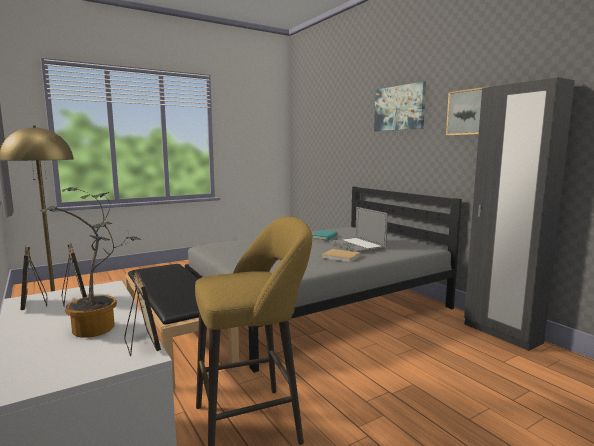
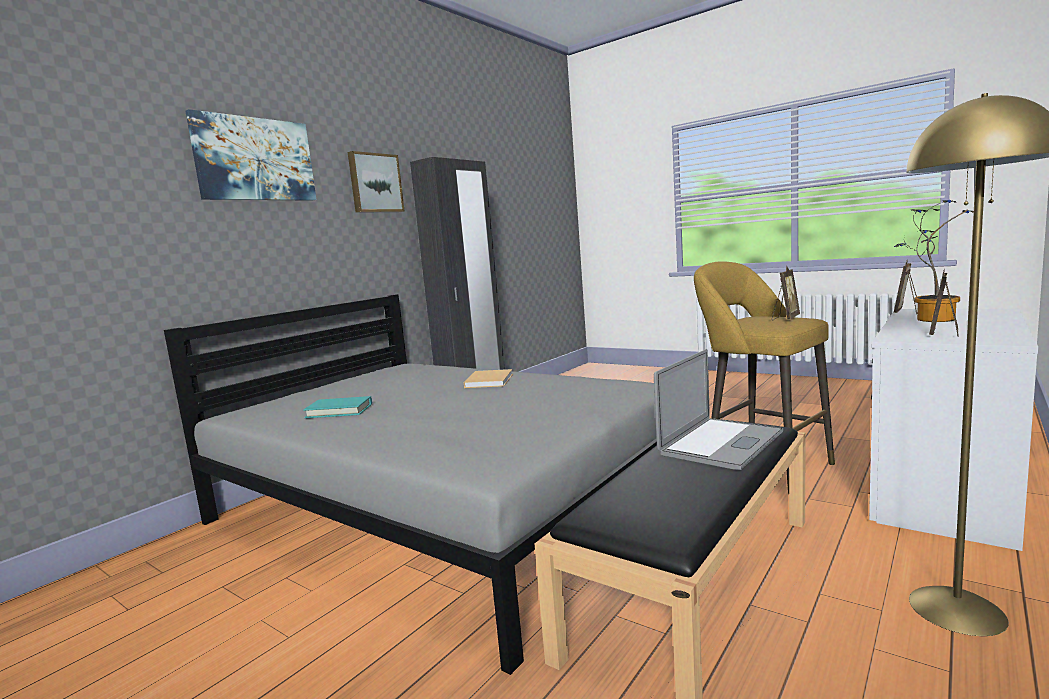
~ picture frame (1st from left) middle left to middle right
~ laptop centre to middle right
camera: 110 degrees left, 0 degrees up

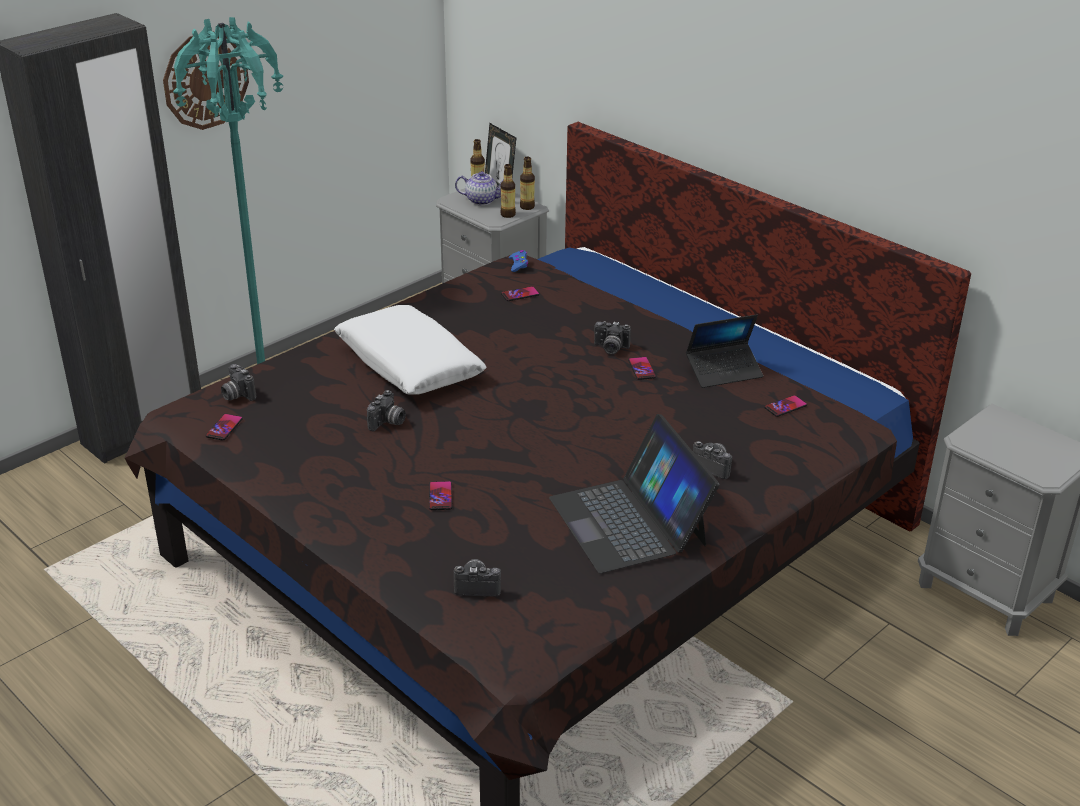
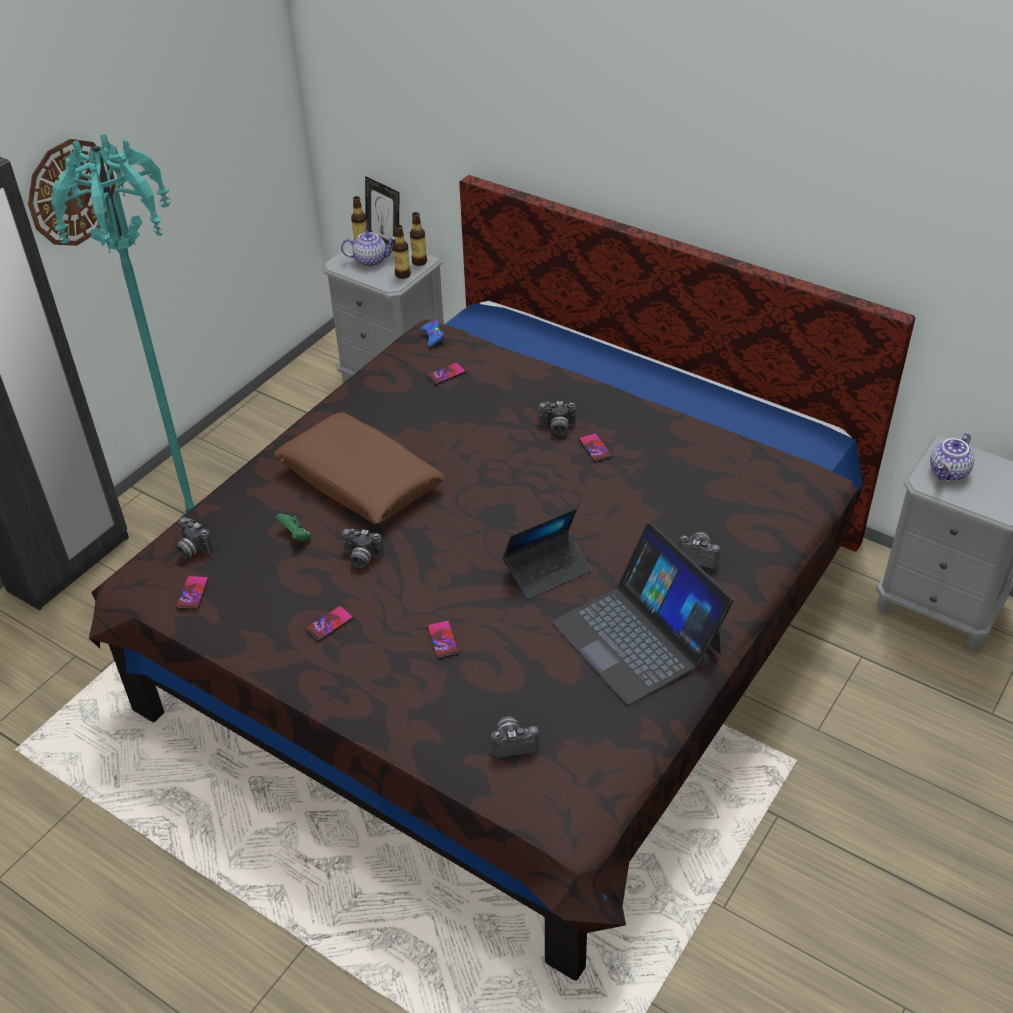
+ game controller (green) middle left
+ teapot (2nd from left) middle right
~ laptop (2nd from left in the first image) middle right to laptop (1st from left) centre
~ phone (5th from left in the first image) middle right to phone (2nd from left) middle left
~ pillow (white) centre to pillow (brown) centre
~ photo camera (2nd from left) centre = centre 90 degrees clockwise
camera: 10 degrees left, 10 degrees up

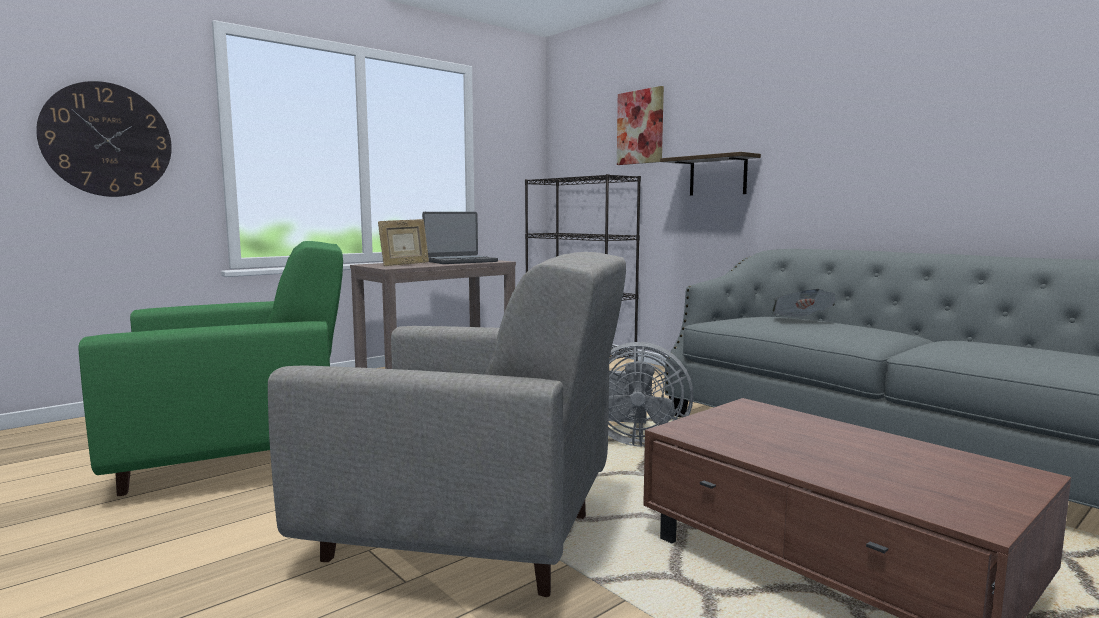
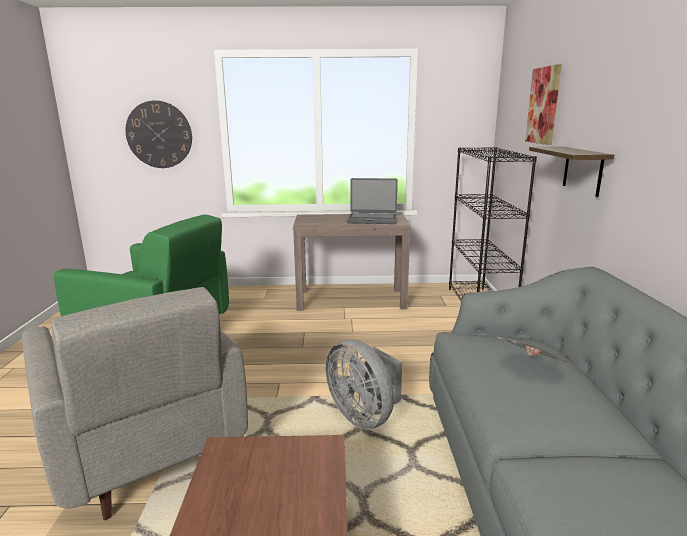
- picture frame centre
camera: 40 degrees right, 10 degrees up

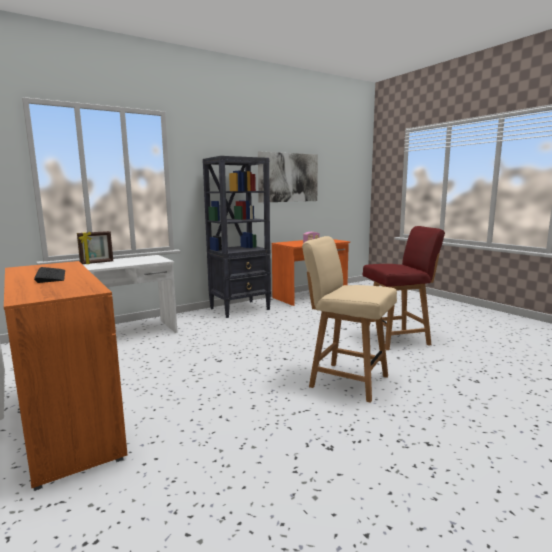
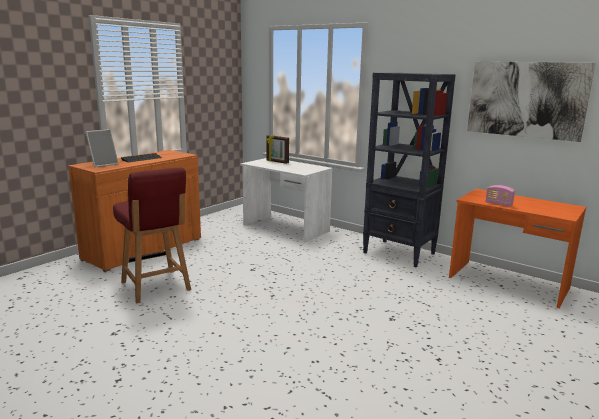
- chair (beige) centre
+ picture frame (1st from left) middle left
~ chair (red) middle right to middle left
camera: 70 degrees right, 5 degrees up

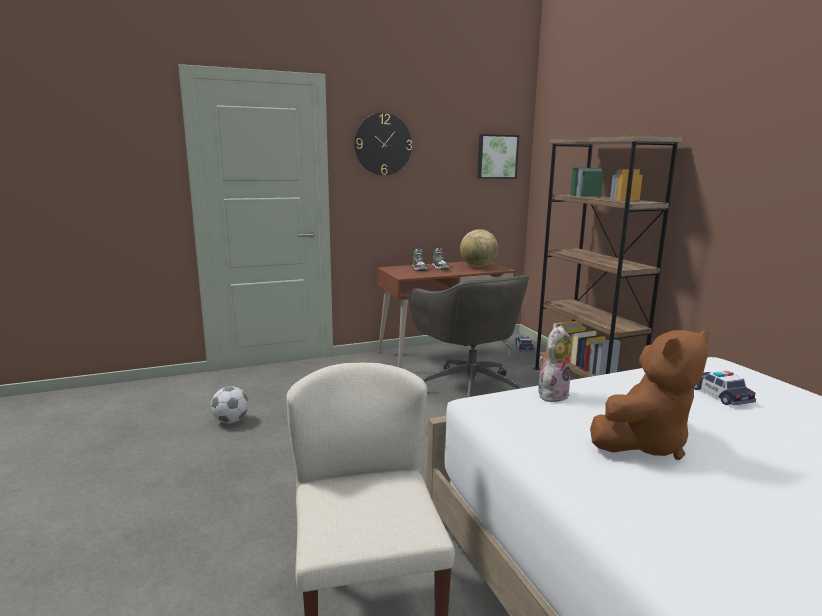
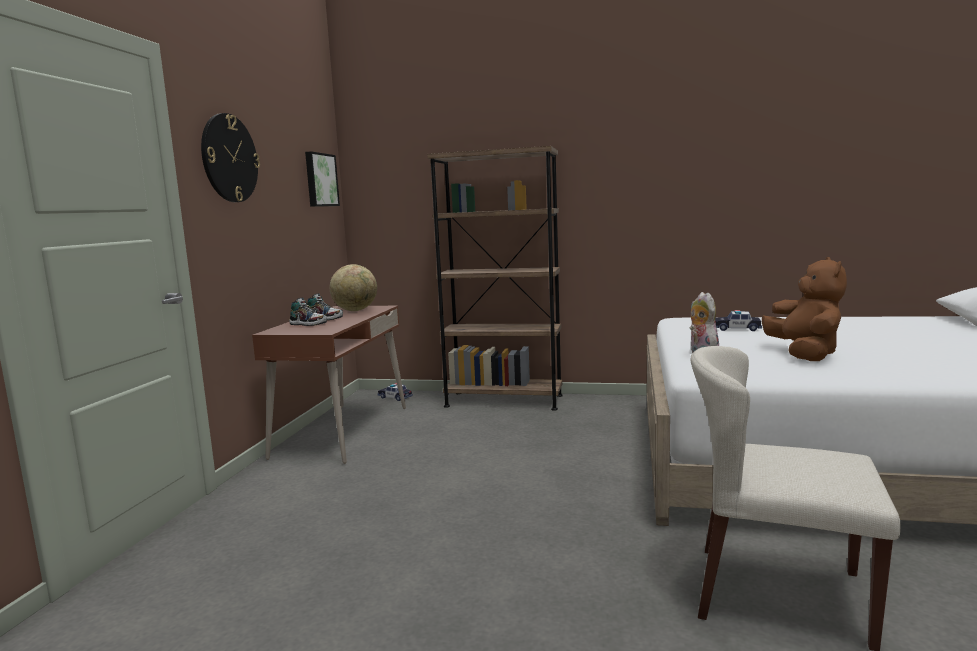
- football middle left
- office chair (grey) centre
camera: 55 degrees left, 5 degrees down

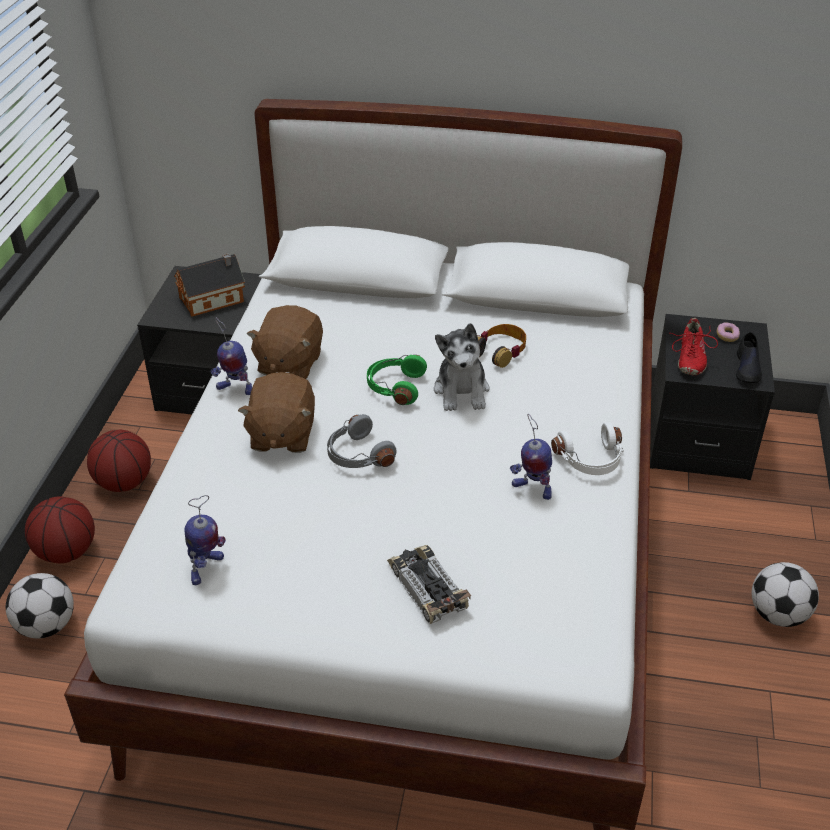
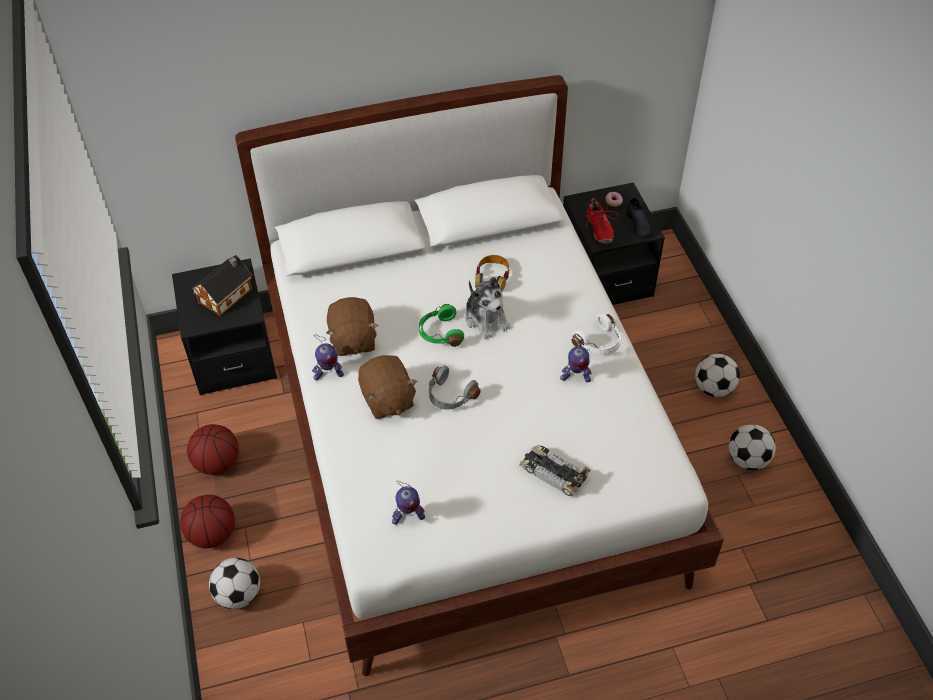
+ football (3rd from left) middle right
~ toy robot (1st from left in the first image) middle left = bottom centre 75 degrees clockwise
camera: 25 degrees left, 10 degrees up

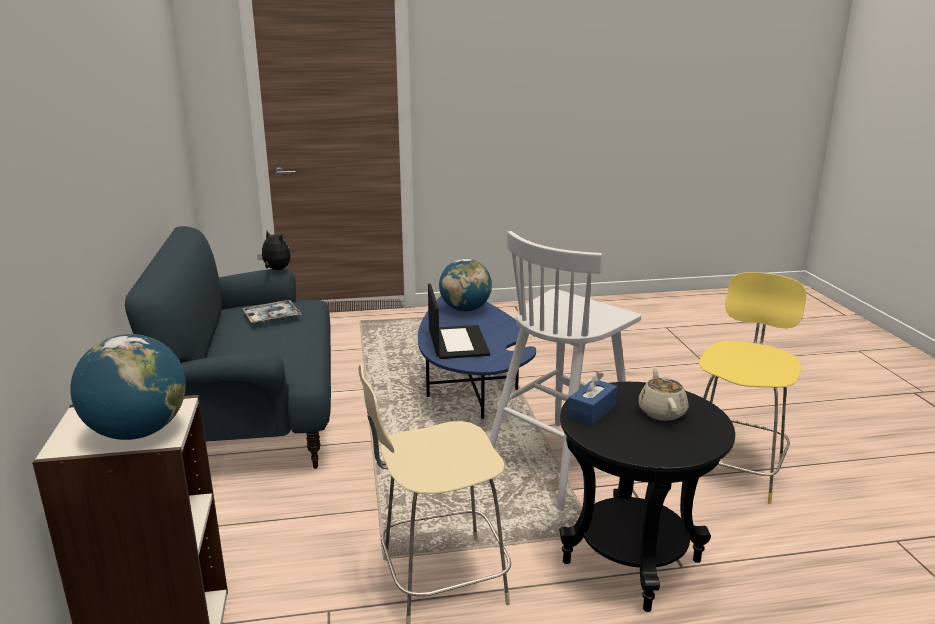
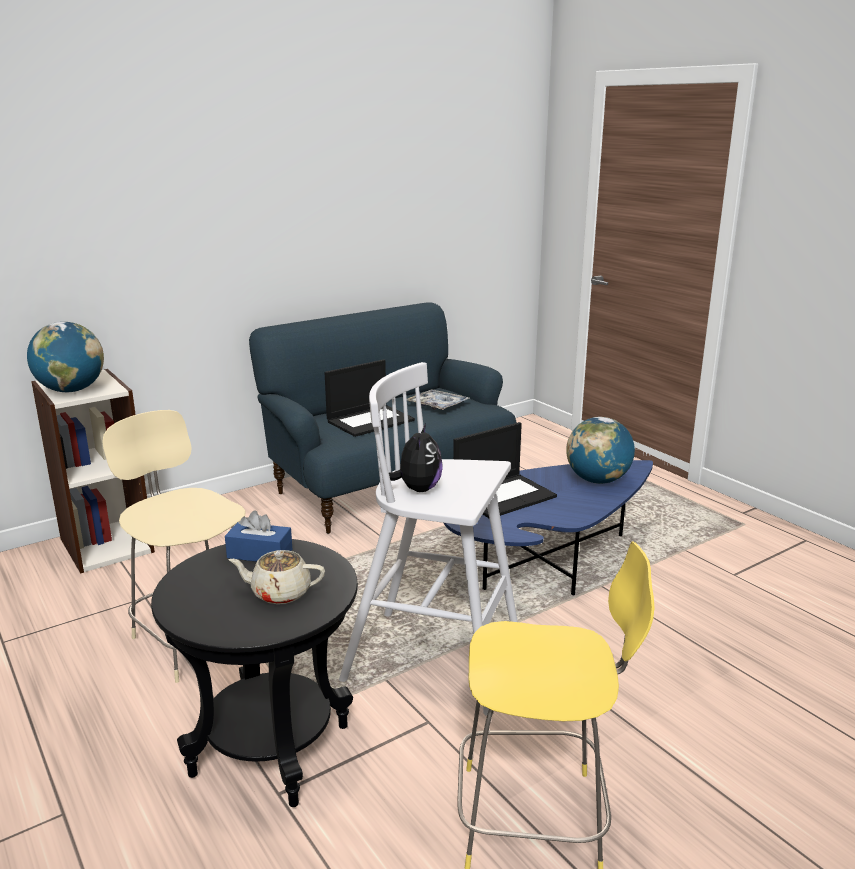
+ laptop (1st from left) centre
~ plush toy middle left to centre
~ teapot (beige) middle right = middle left 150 degrees counterclockwise
camera: 65 degrees right, 0 degrees up

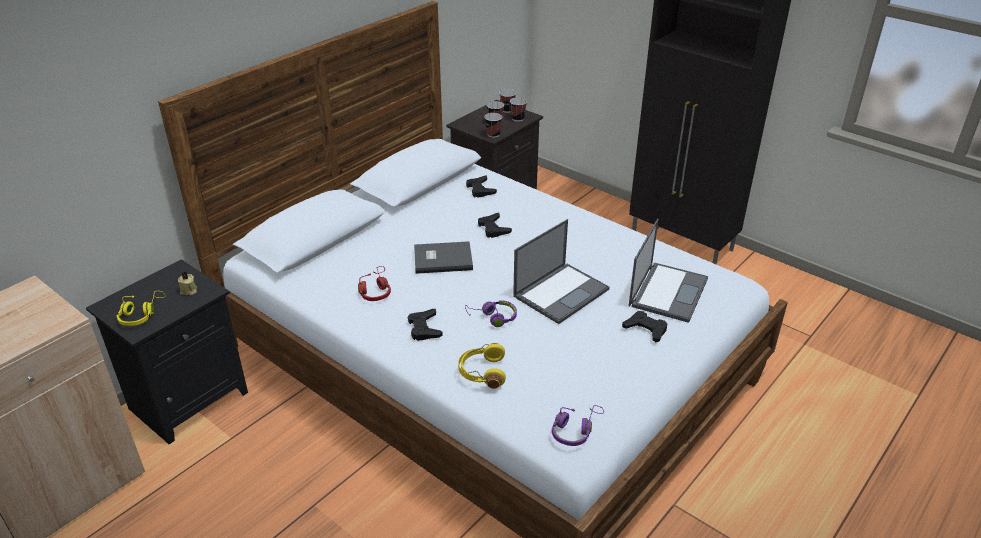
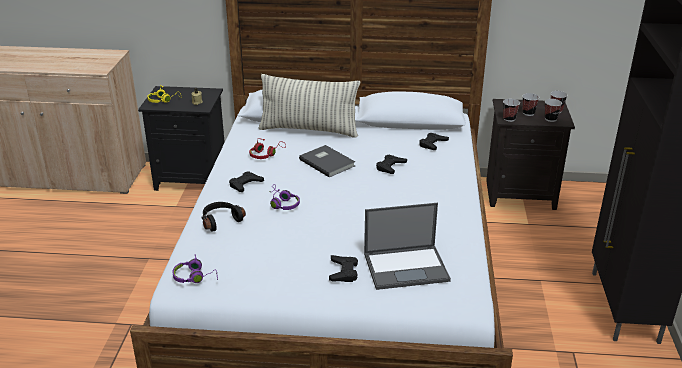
- laptop (1st from left) centre
+ pillow top centre
~ headphones (yellow) (2nd from left) bottom centre to headphones (black) middle left
camera: 55 degrees right, 5 degrees down

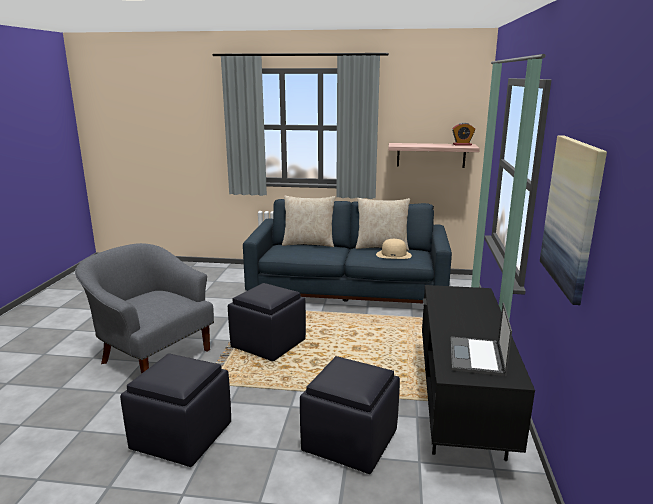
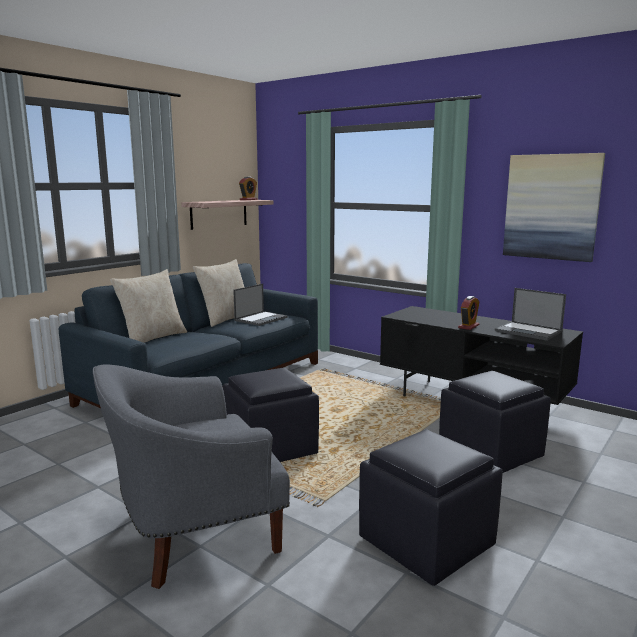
+ alarm clock (2nd from left) middle right
~ hat (beige) centre to laptop (1st from left) centre
camera: 60 degrees left, 5 degrees down

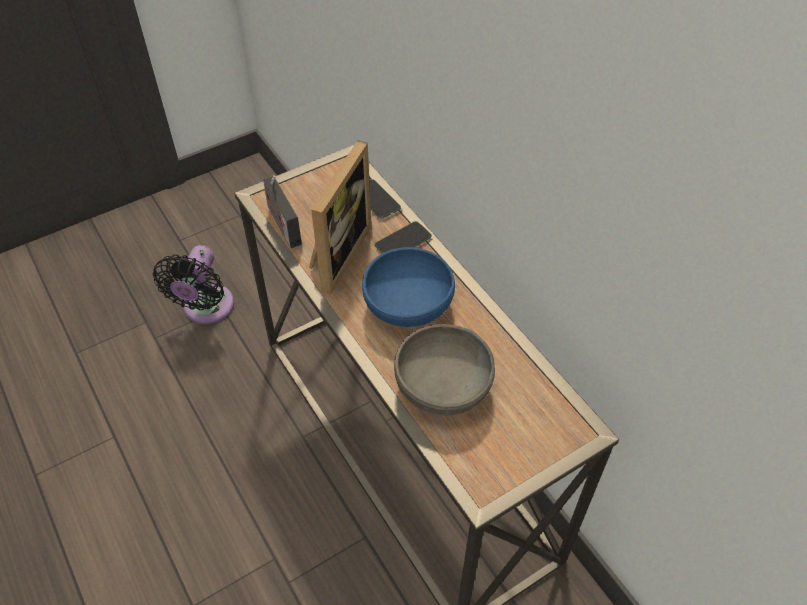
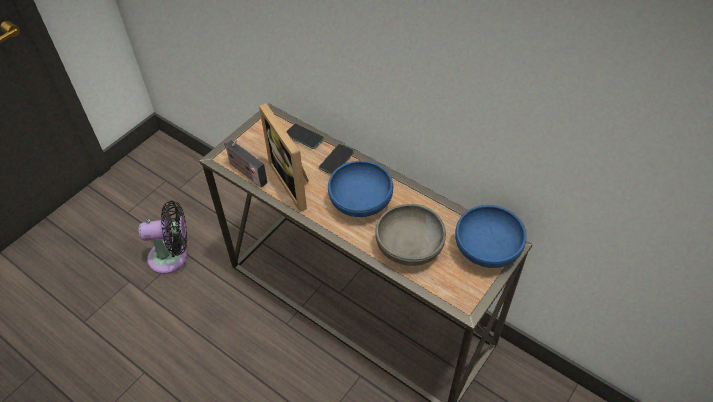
+ bowl (blue) (2nd from left) middle right
~ fan (black) middle left = middle left 90 degrees counterclockwise
~ picture frame centre = centre 150 degrees clockwise
camera: 20 degrees left, 0 degrees up

